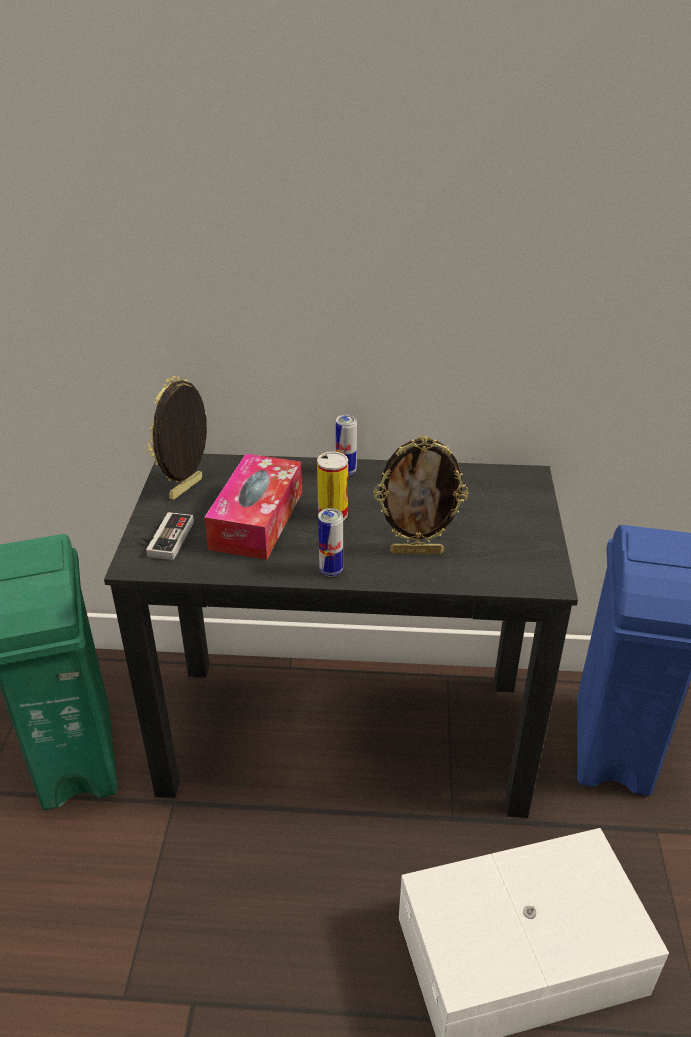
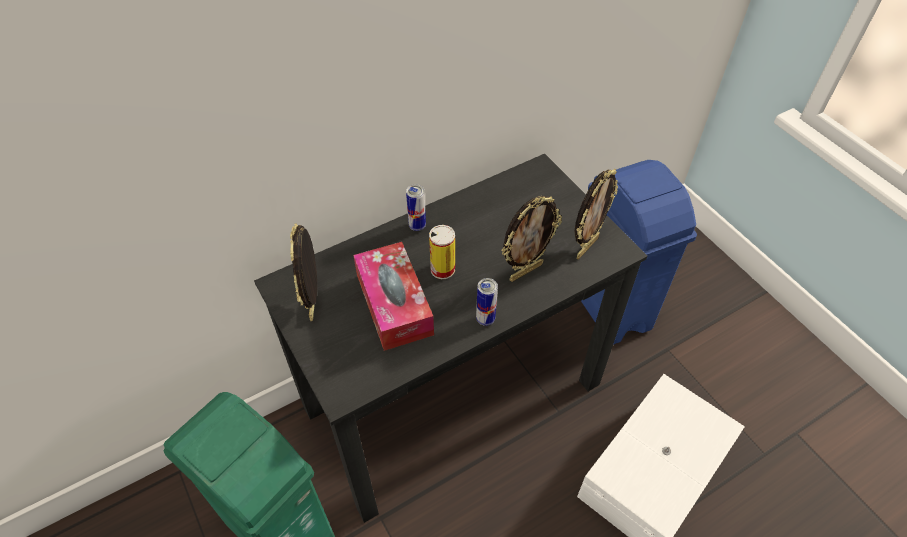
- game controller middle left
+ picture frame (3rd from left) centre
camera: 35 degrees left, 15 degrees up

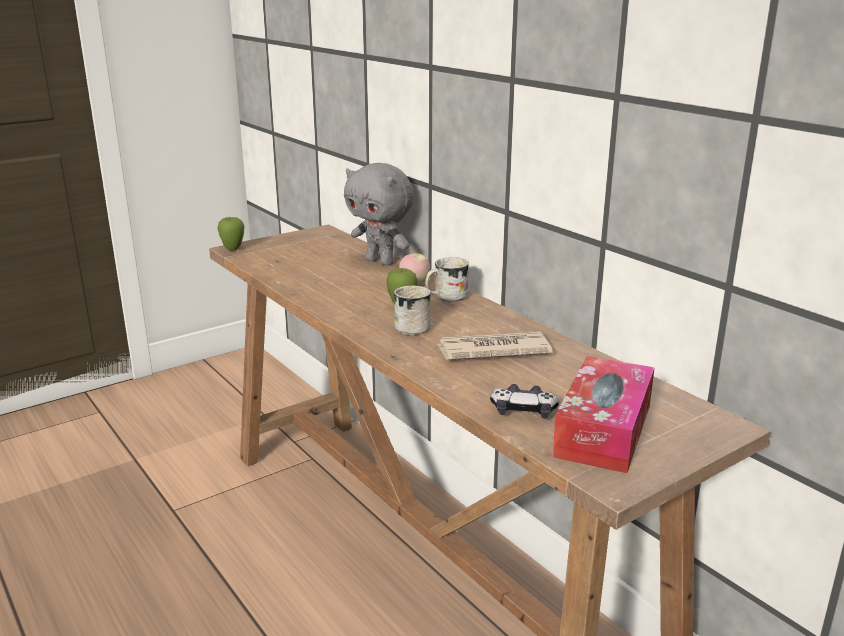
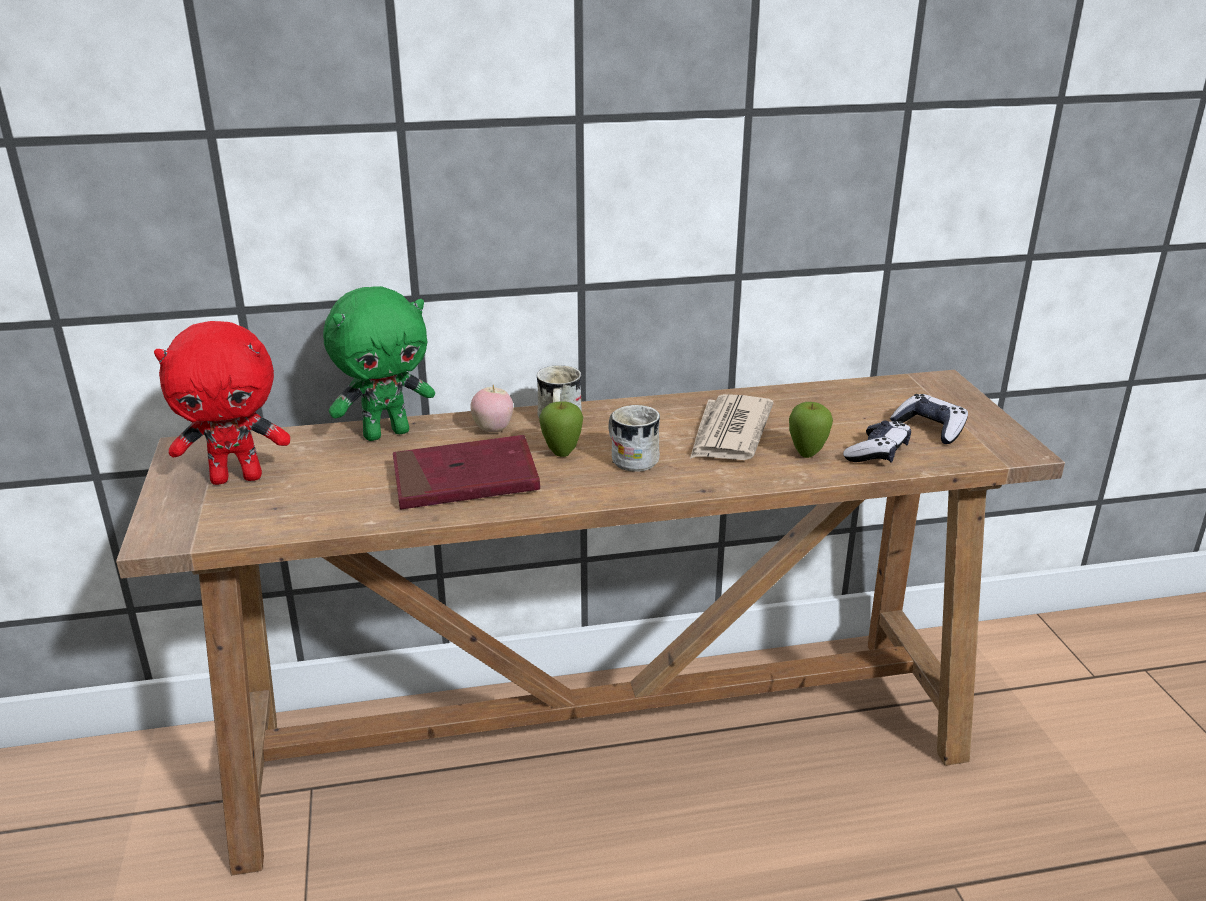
+ plush toy (red) middle left
+ book (red) centre
~ apple (1st from left in the first image) middle left to apple (3rd from left) middle right
~ tissue box middle right to game controller (2nd from left) middle right
~ plush toy (grey) centre to plush toy (green) middle left
camera: 65 degrees left, 5 degrees up

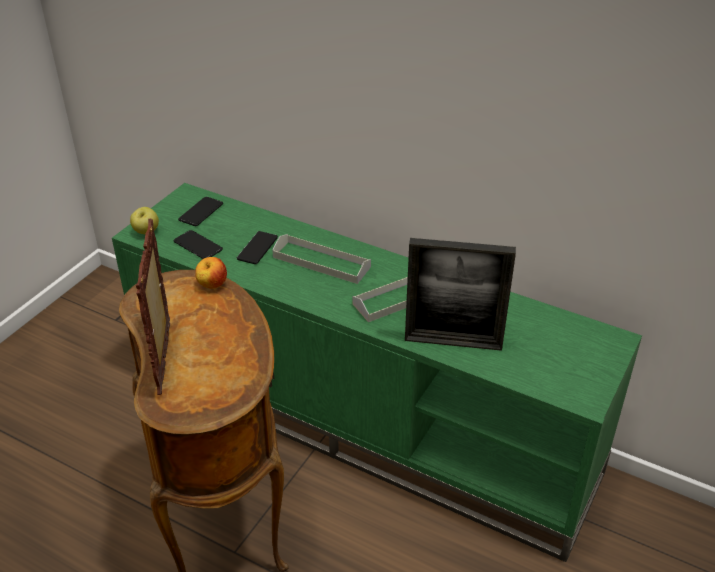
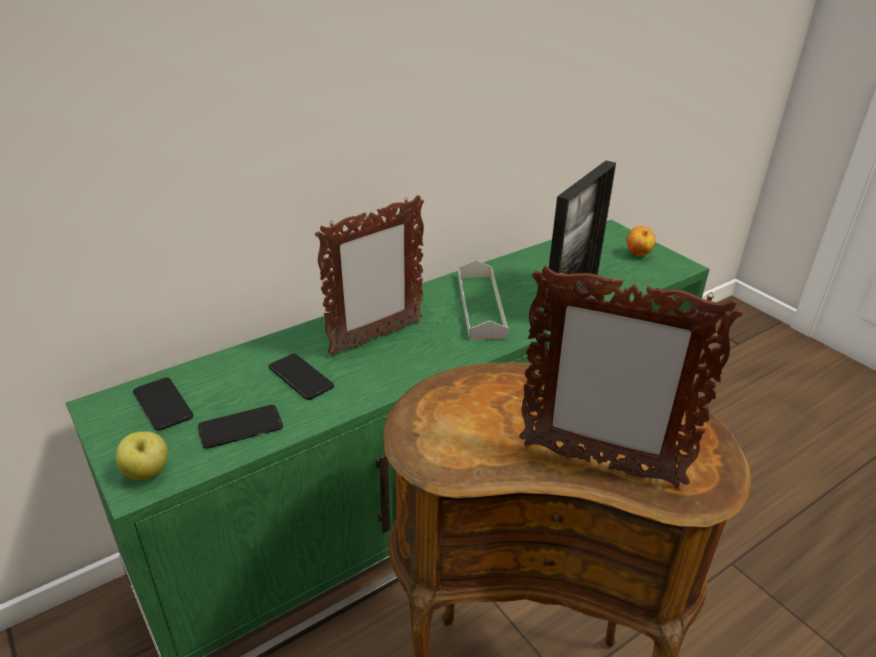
~ apple (2nd from left) middle left to middle right
~ tray (grey) (1st from left) centre to picture frame (1st from left) centre
camera: 65 degrees left, 5 degrees down

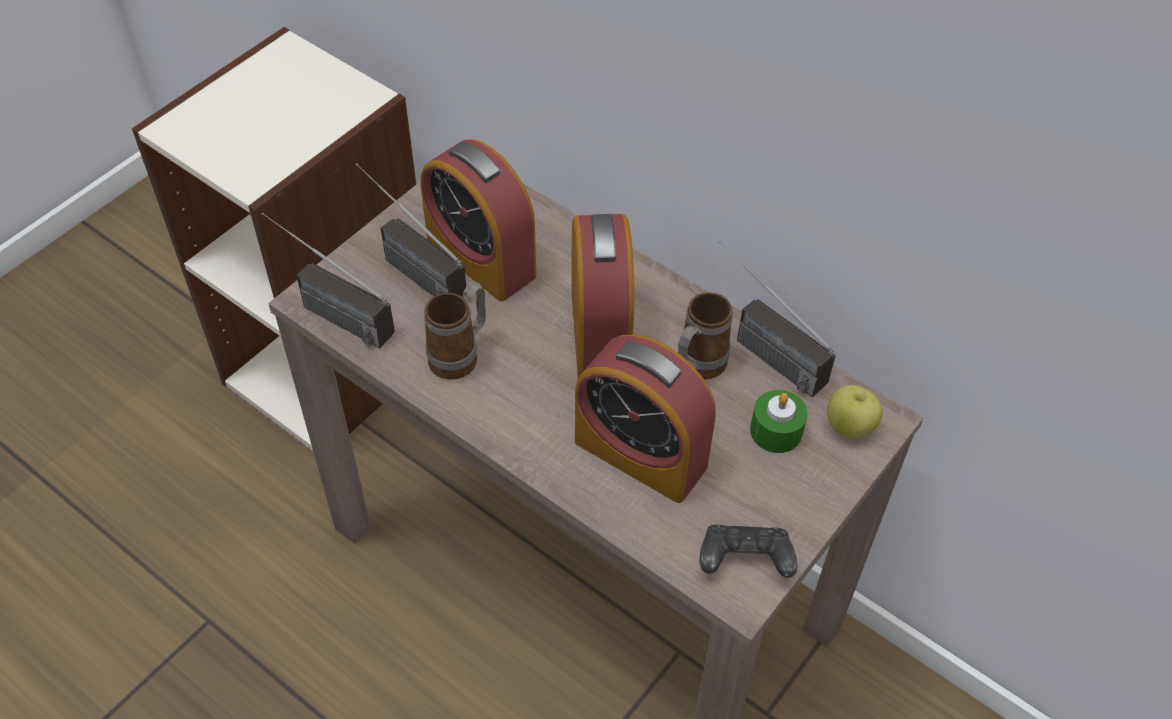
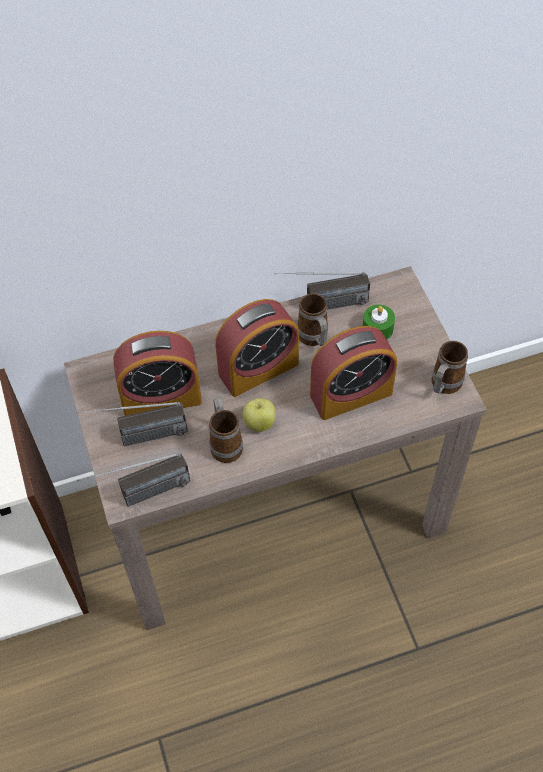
~ apple middle right to centre
~ game controller (black) bottom centre to mug (3rd from left) middle right
~ alarm clock (2nd from left) centre = centre 120 degrees clockwise
camera: 55 degrees left, 5 degrees up

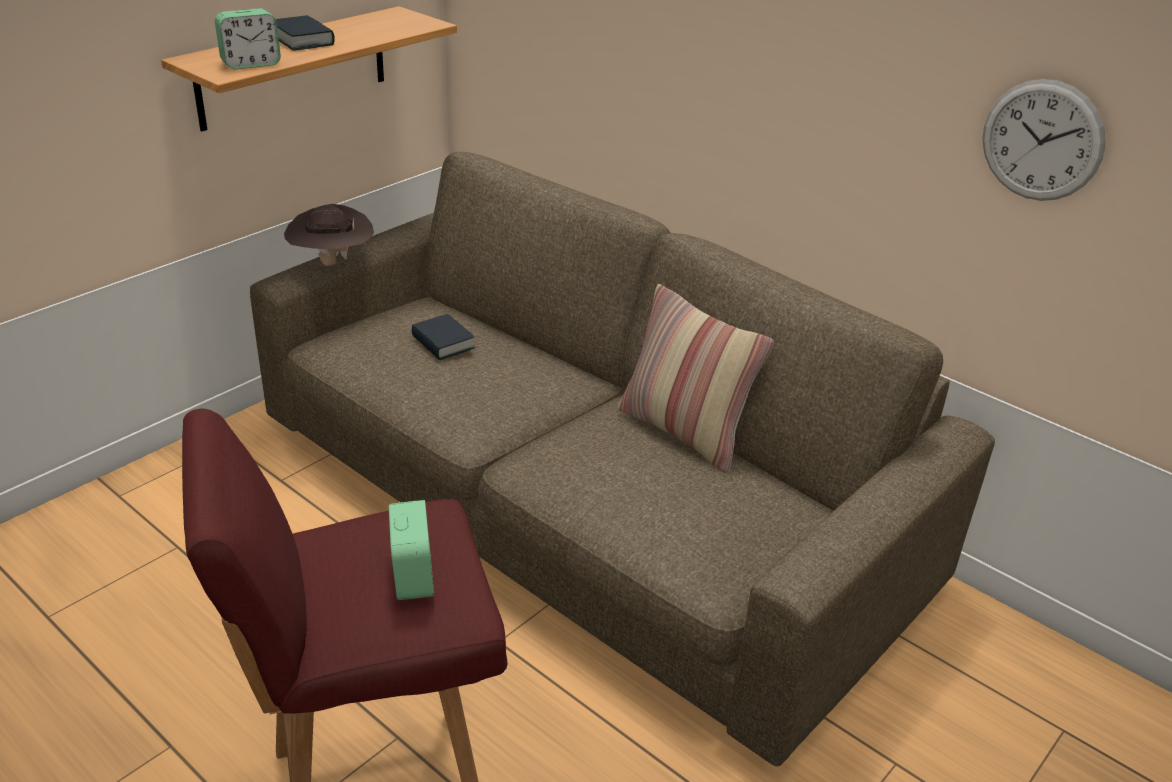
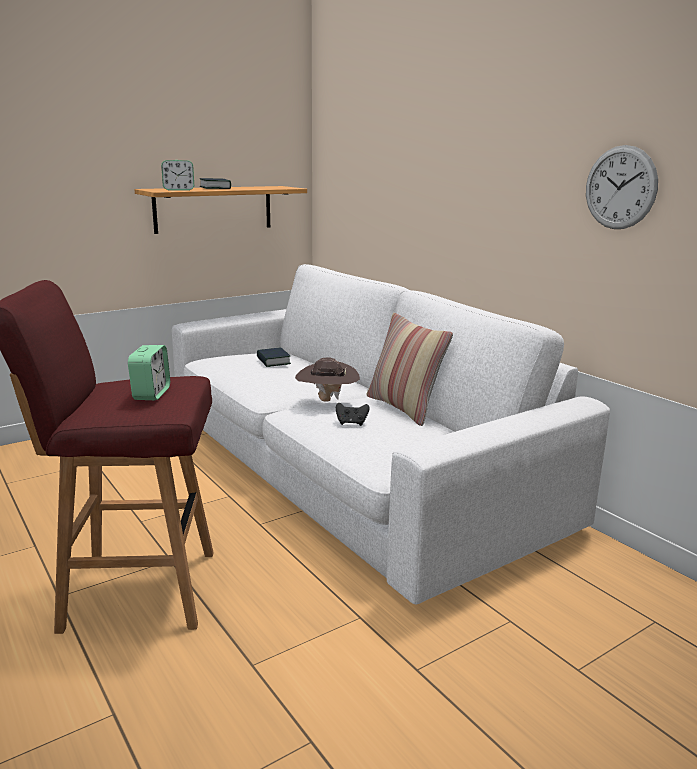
+ game controller (black) centre
~ hat (brown) top left to centre
~ sofa (brown) centre to sofa (white) centre
camera: 15 degrees right, 15 degrees down

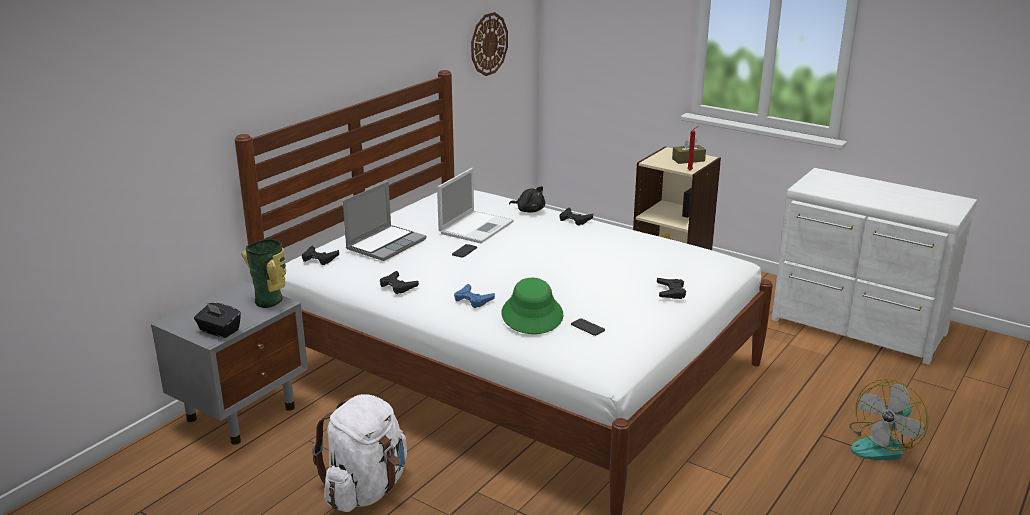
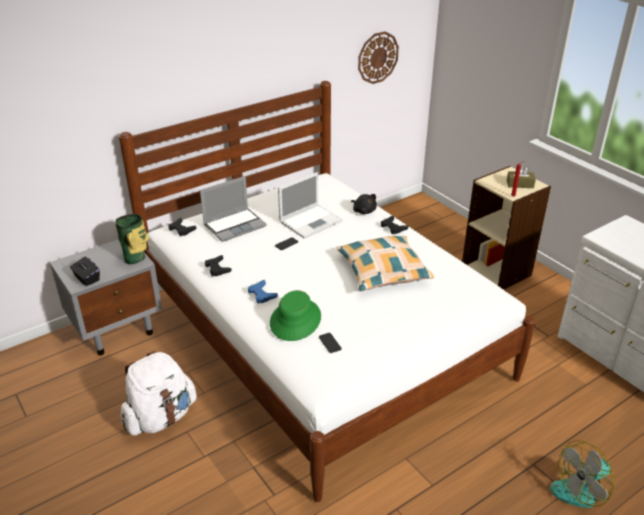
- game controller (black) (4th from left) centre
+ pillow centre
camera: 20 degrees right, 10 degrees up

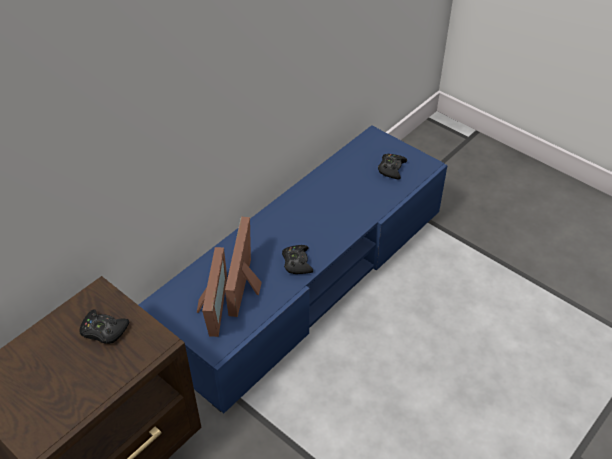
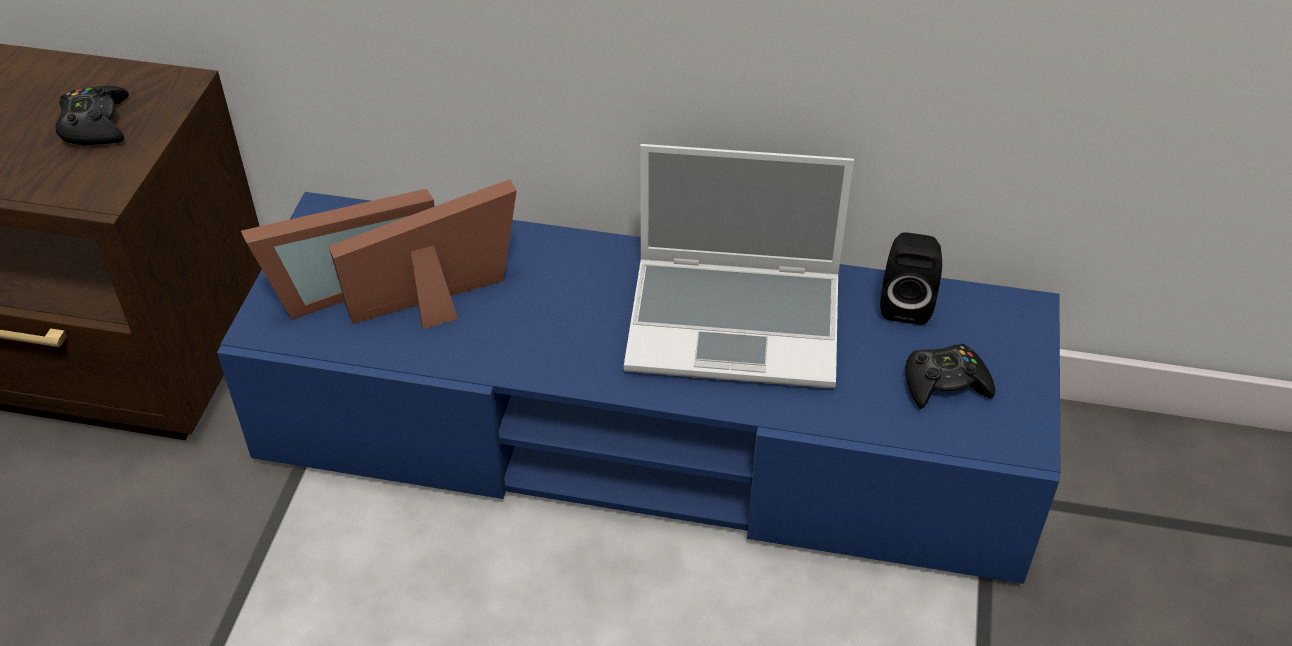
- game controller (black) (2nd from left) centre
+ laptop centre
+ speaker (black) middle right
camera: 60 degrees right, 0 degrees up

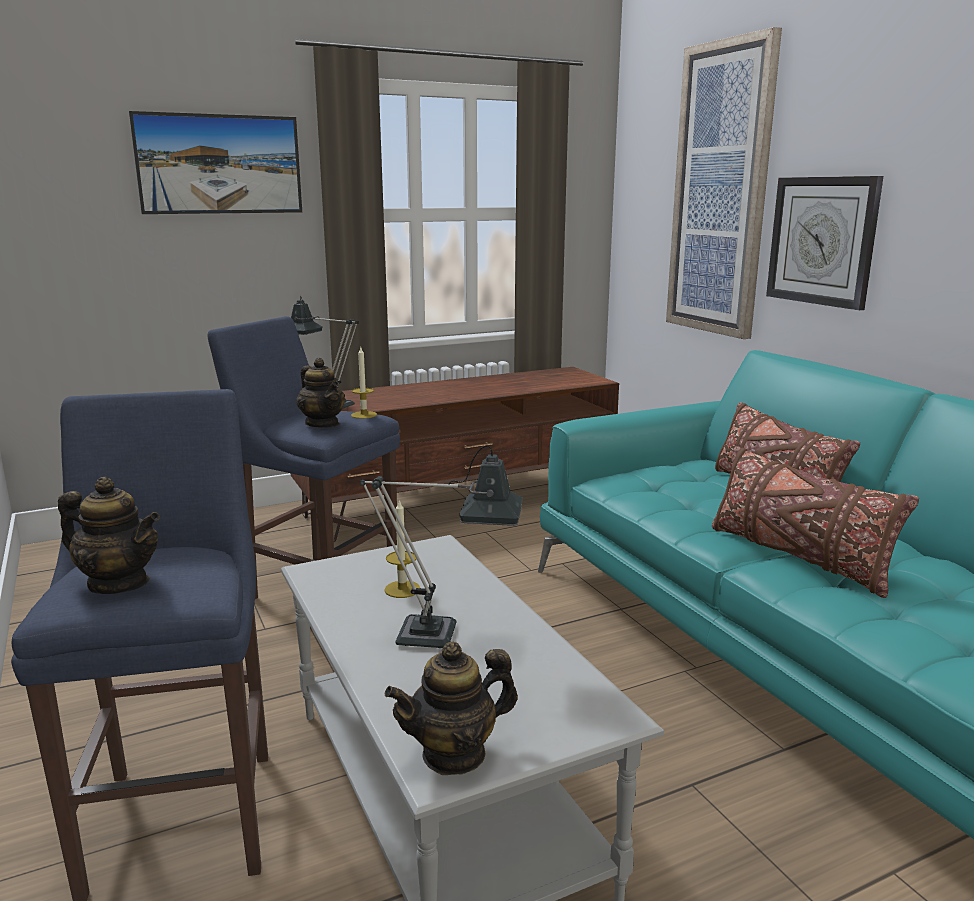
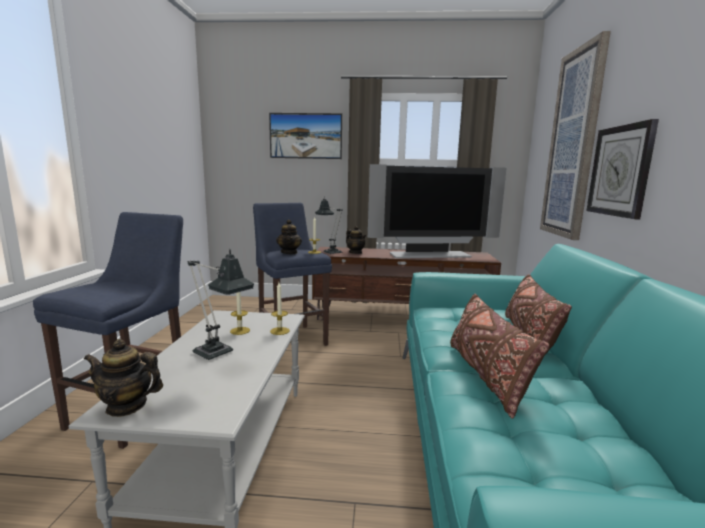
+ candle (2nd from left) centre
+ television centre
~ teapot (1st from left in the first image) middle left to teapot (3rd from left) centre
camera: 30 degrees right, 5 degrees down

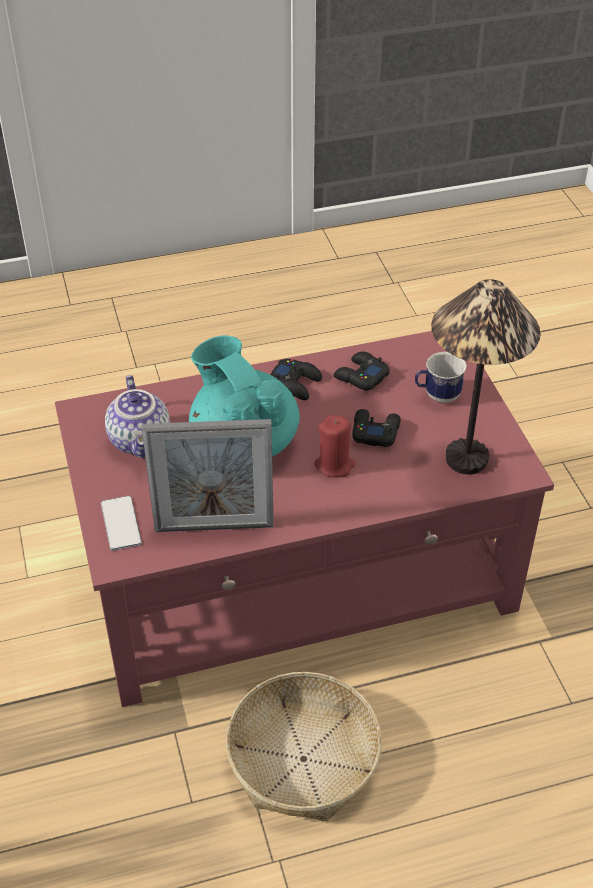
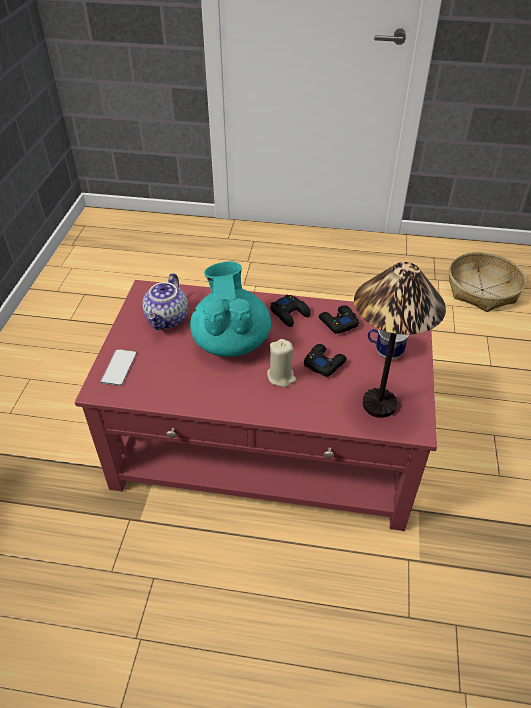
- picture frame centre
~ basket bottom centre to middle right
~ candle (red) centre to candle (beige) centre
camera: 25 degrees right, 0 degrees up

